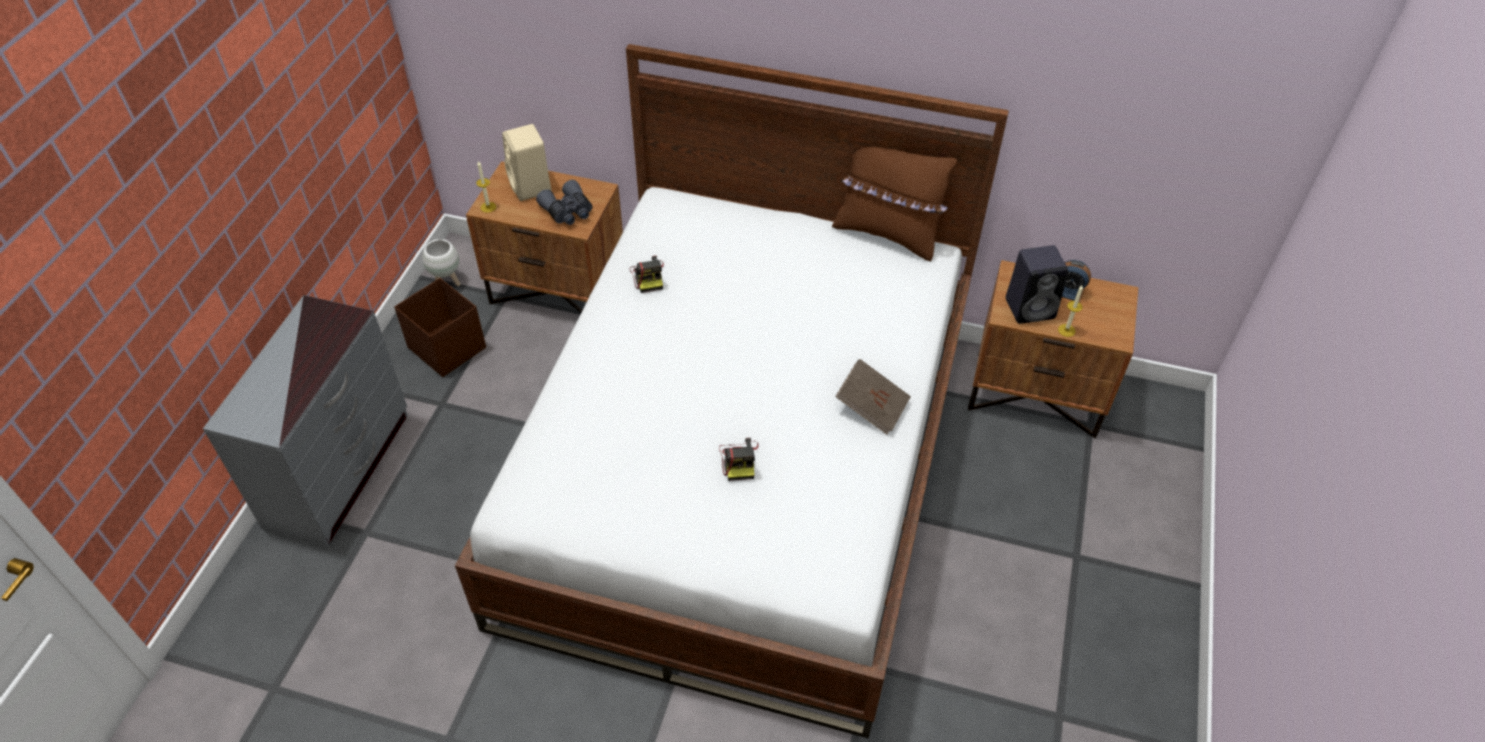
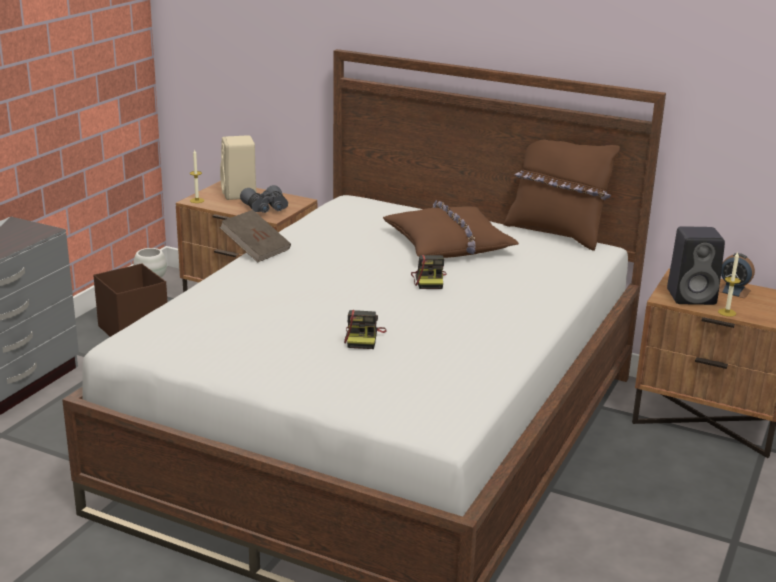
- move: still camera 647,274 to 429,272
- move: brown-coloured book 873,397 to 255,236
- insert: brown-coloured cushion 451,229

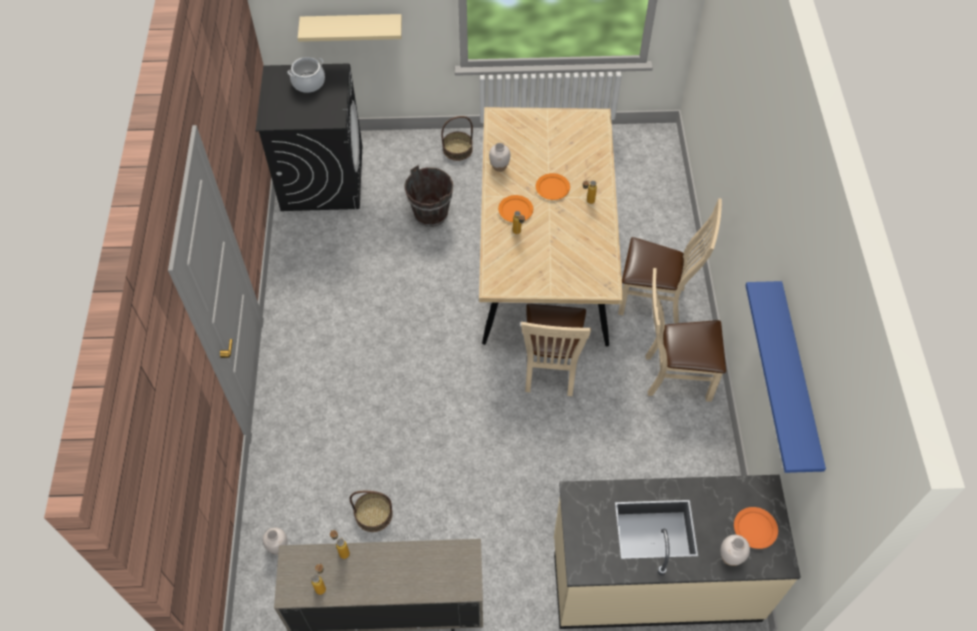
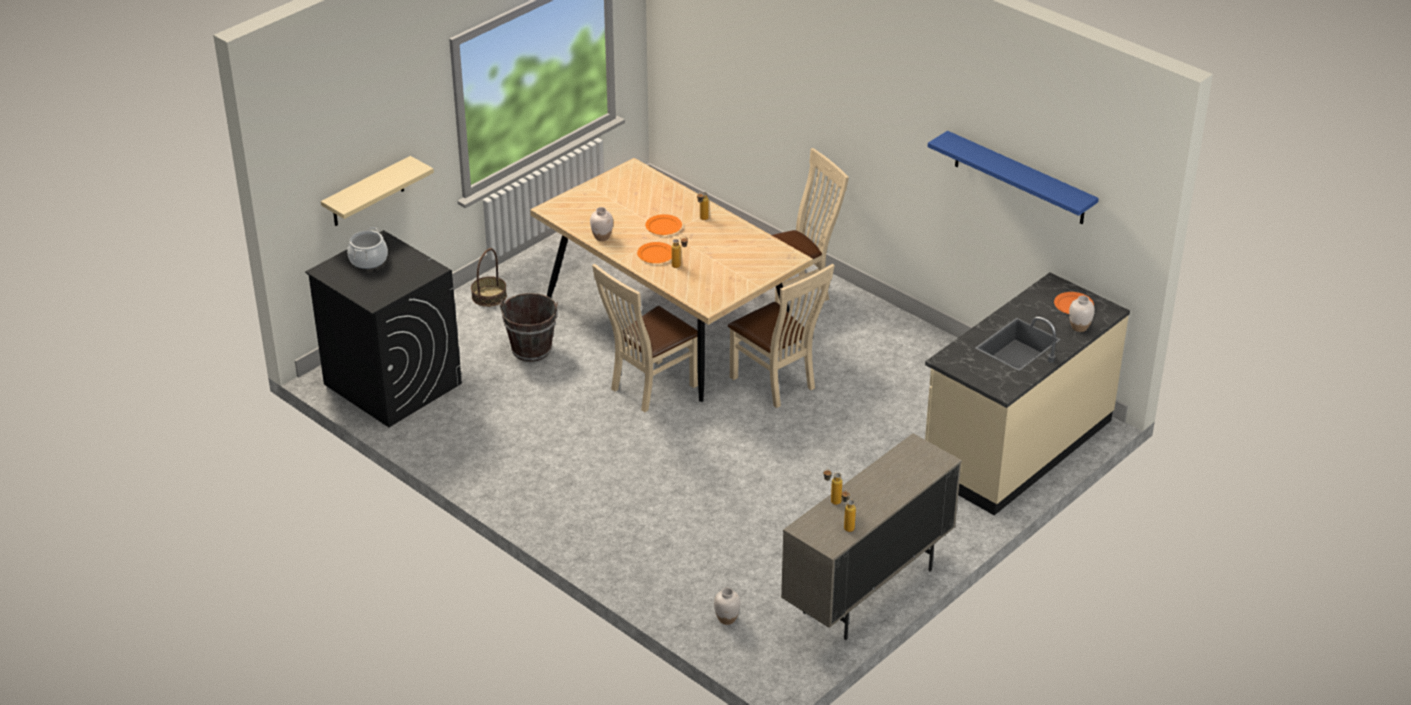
- move: sand-coloured chair 686,335 to 645,338
- delete: storage basket 371,511

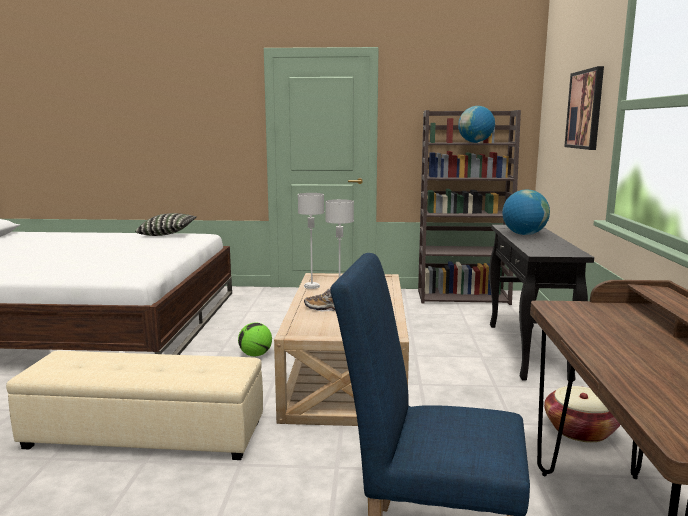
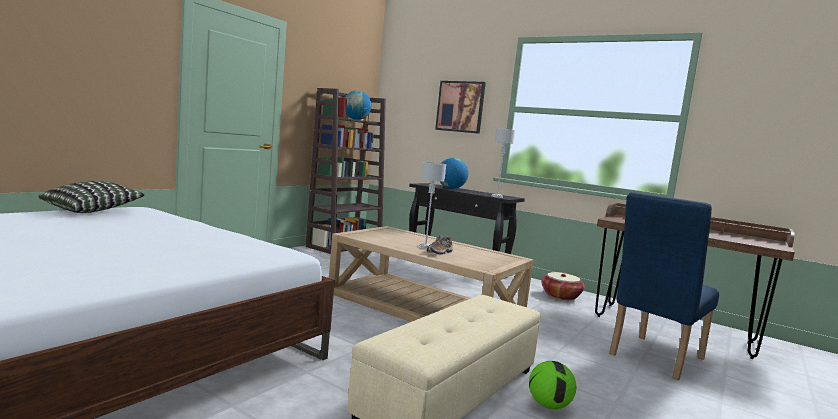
- move: grey tabletop lamp 311,241 to 503,163
- move: football ball 255,339 to 552,385

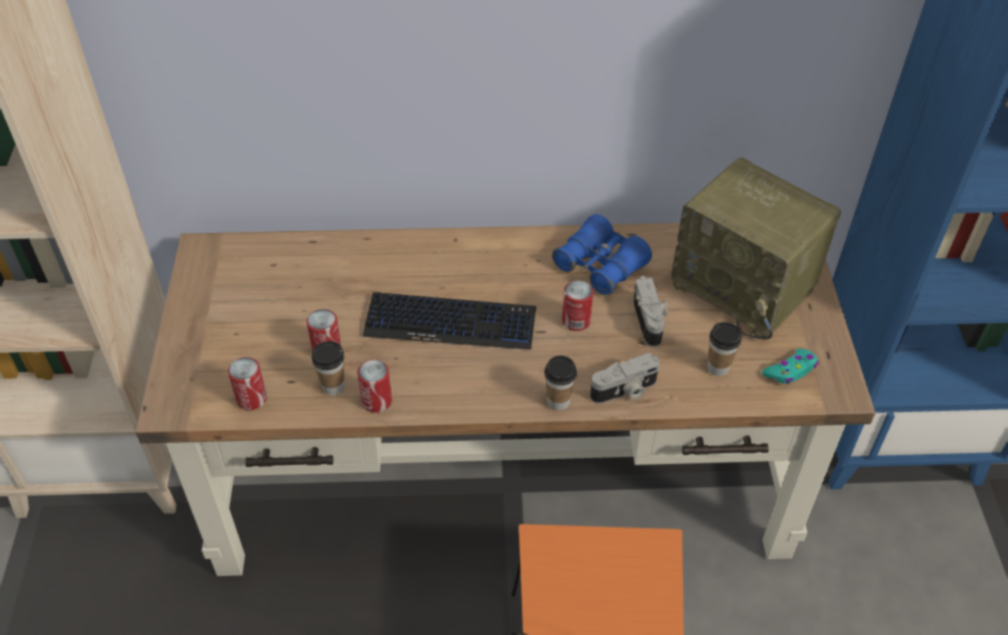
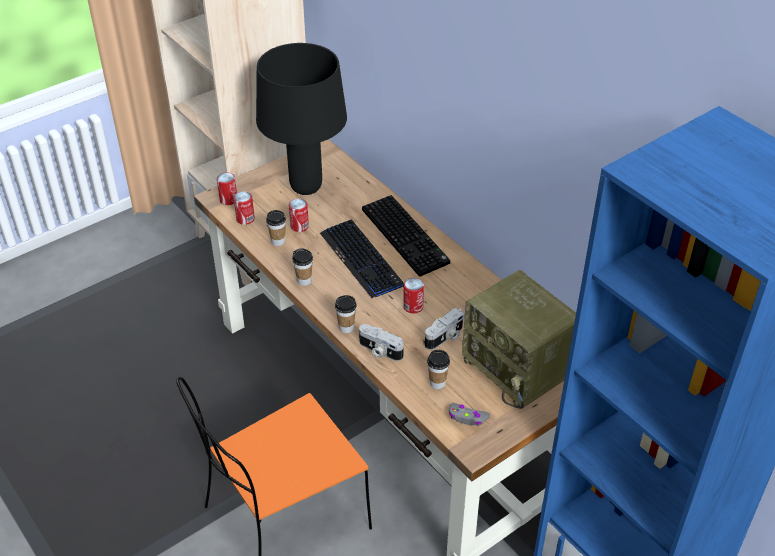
- rotate: radio receiver 756,248 = 519,339 45 degrees counterclockwise
- delete: bluish field glasses 602,254
- recolor: turquoise gamepad 790,366 to grey gamepad 469,414
- move: metal can 374,386 to 227,188
- insert: blackish tabletop lamp 301,119
- insert: computer keyboard 406,236
- insert: cup 302,267

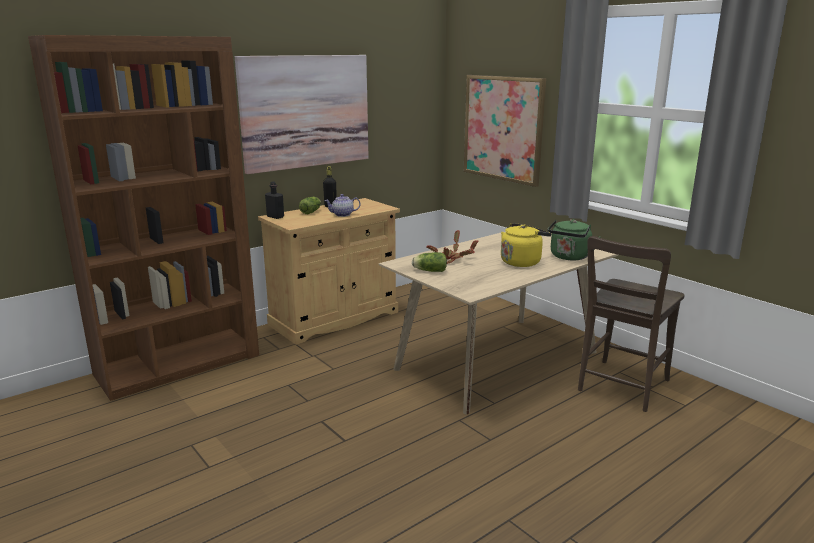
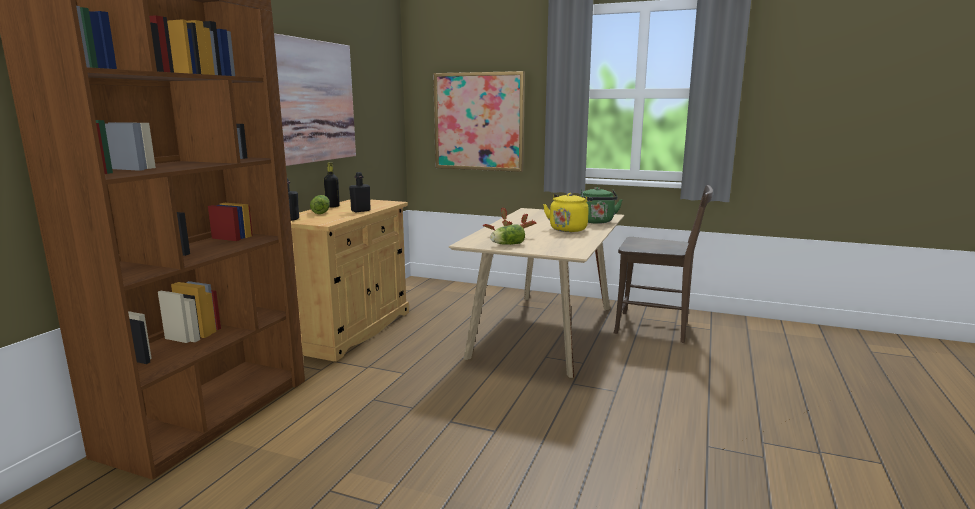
- replace: tea pot 342,205 to blackish bottle 360,192
- rotate: brown-coloured chair 631,324 = 663,264 75 degrees counterclockwise

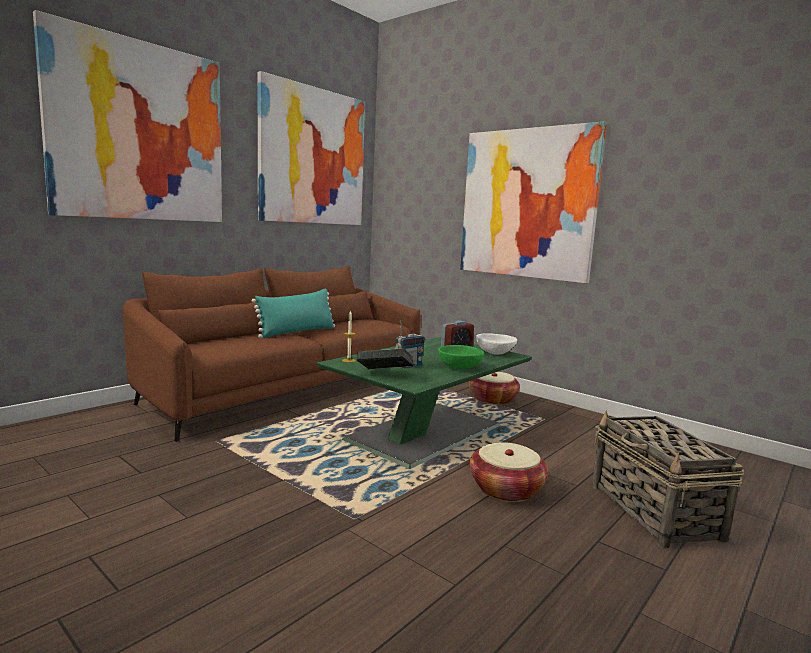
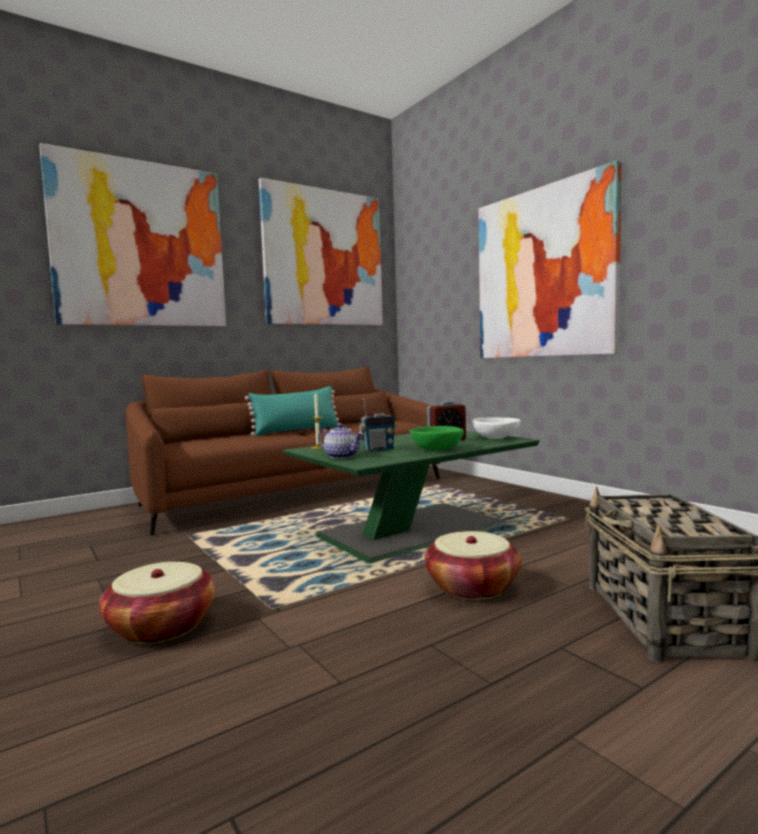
- replace: book 385,359 to tea pot 341,441
- move: storage basket 494,388 to 157,603

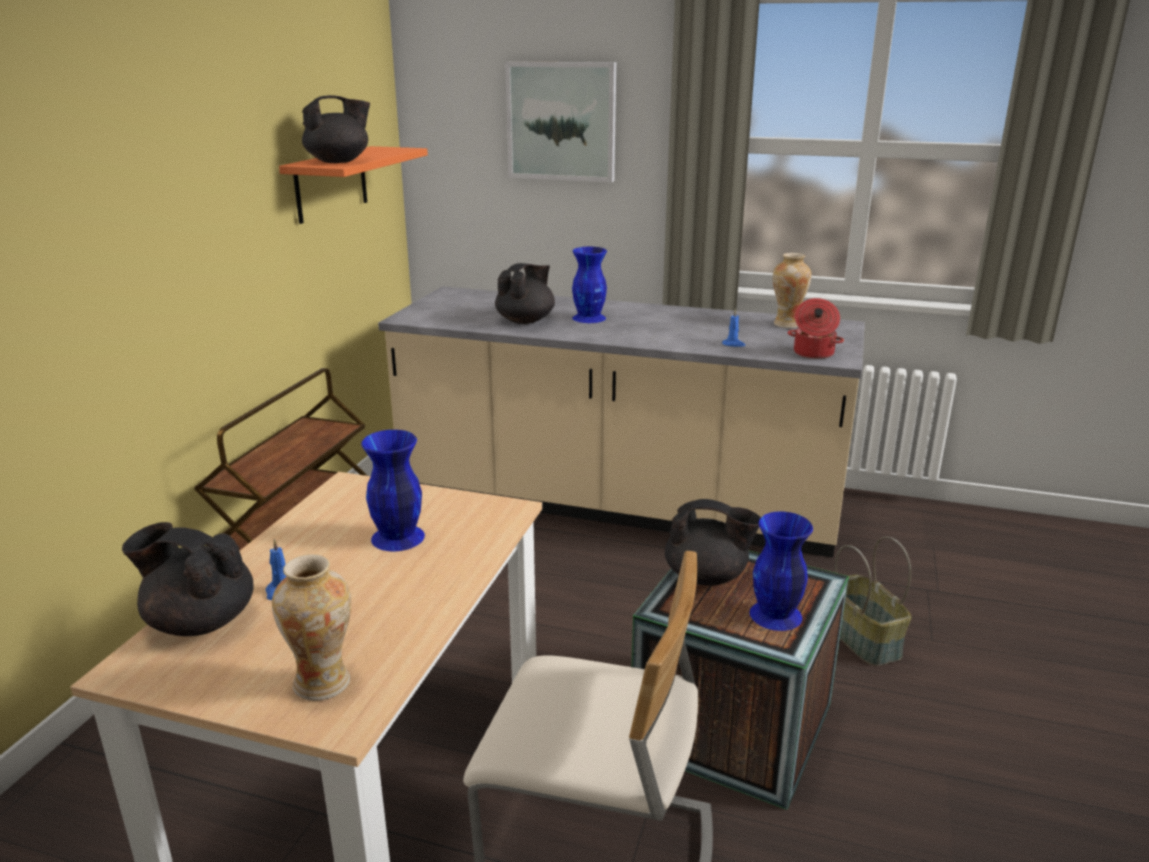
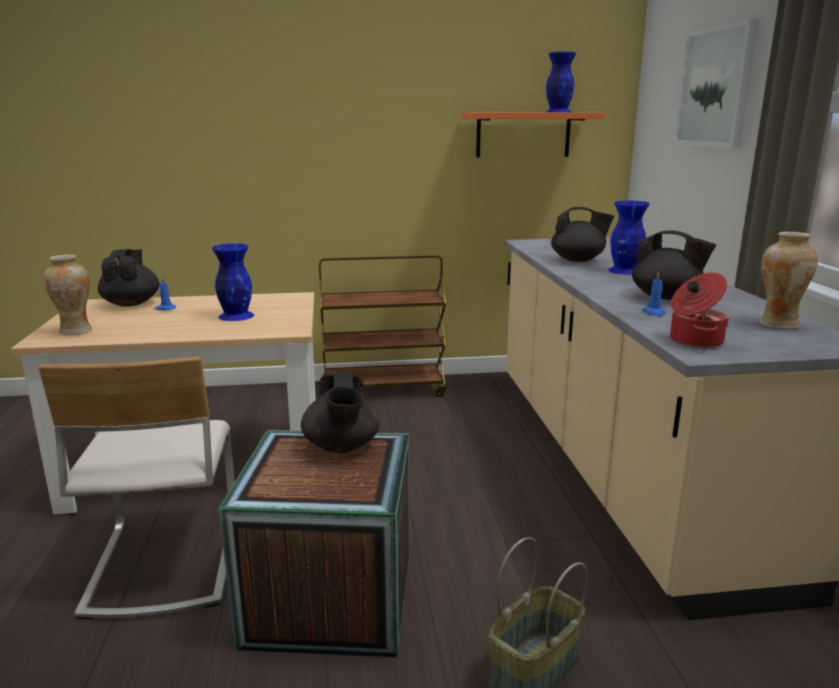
- move: blackish tea pot 336,129 to 674,265
- move: bluish decorative vase 781,571 to 561,81

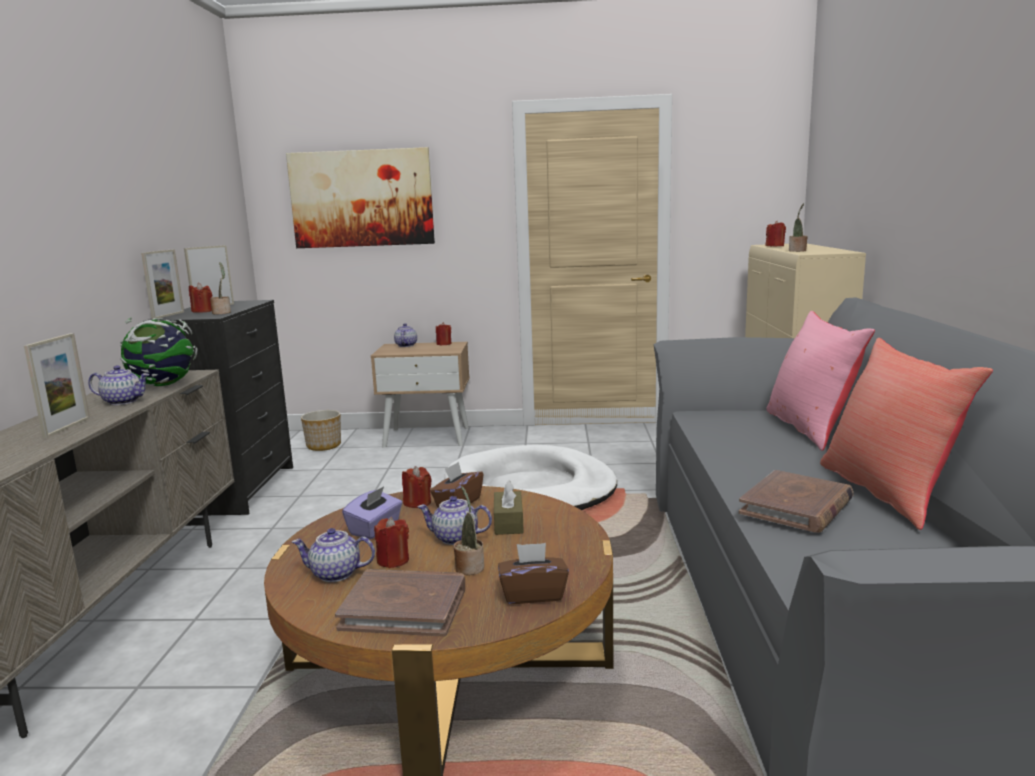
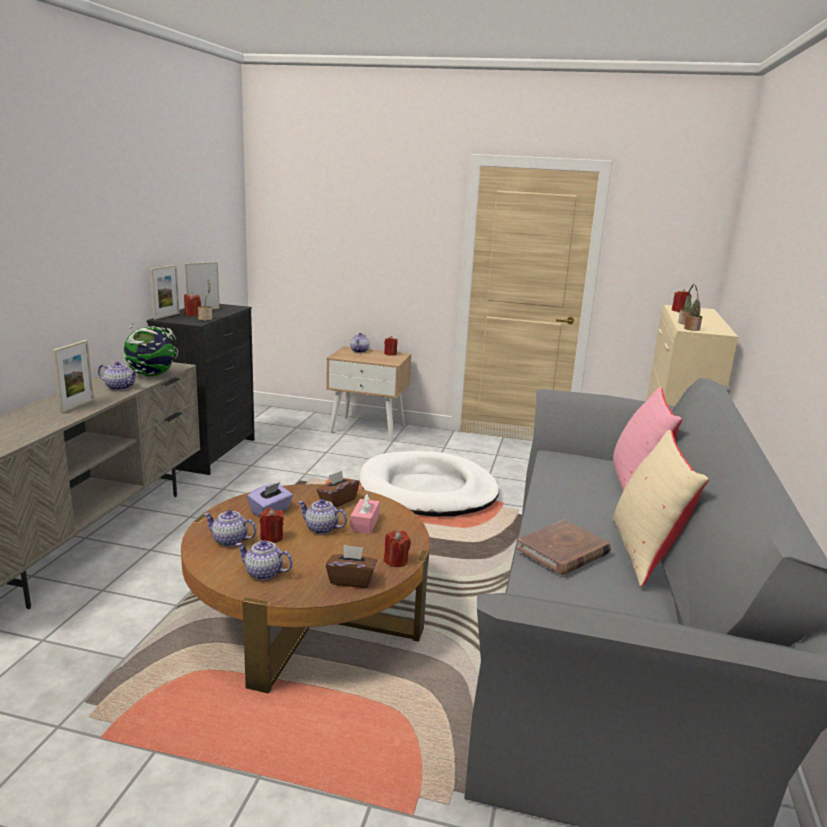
- delete: picture 360,197
- recolor: red-coloured cushion 906,434 to sand-coloured cushion 661,508
- delete: plant pot 321,430
- move: red-coloured candle 417,487 to 397,548
- recolor: brown-coloured tissue holder 509,507 to pinkish tissue holder 365,513
- move: houseplant 469,530 to 693,308
- replace: brown-coloured book 400,603 to tea pot 264,560

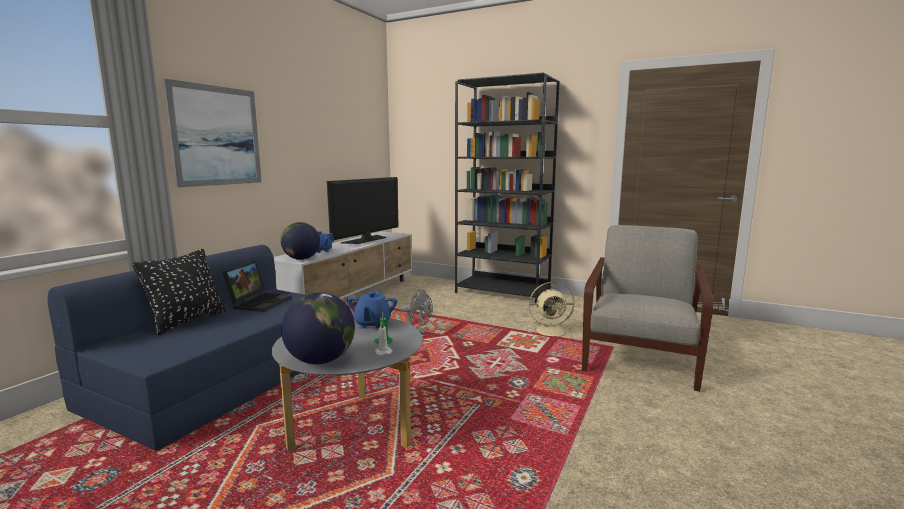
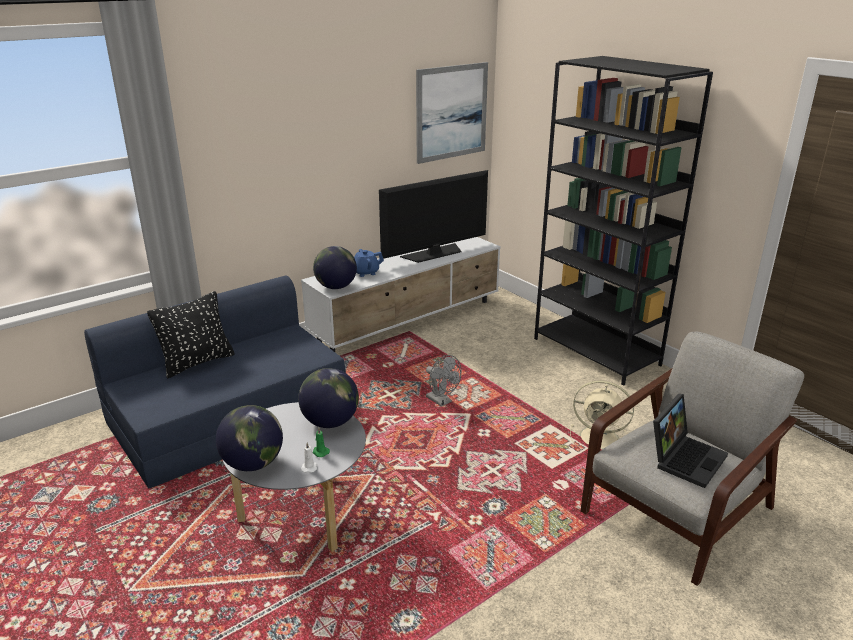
- move: picture 212,133 to 452,113
- move: portable computer 256,286 to 690,441
- replace: bluish tea pot 372,310 to globe 328,398

